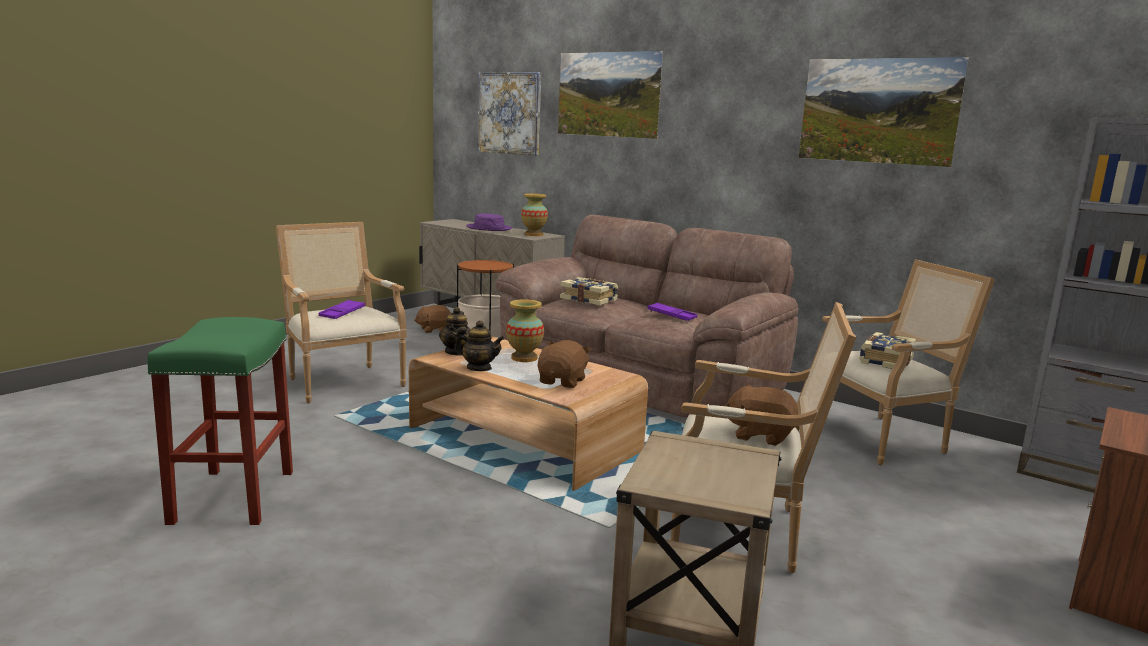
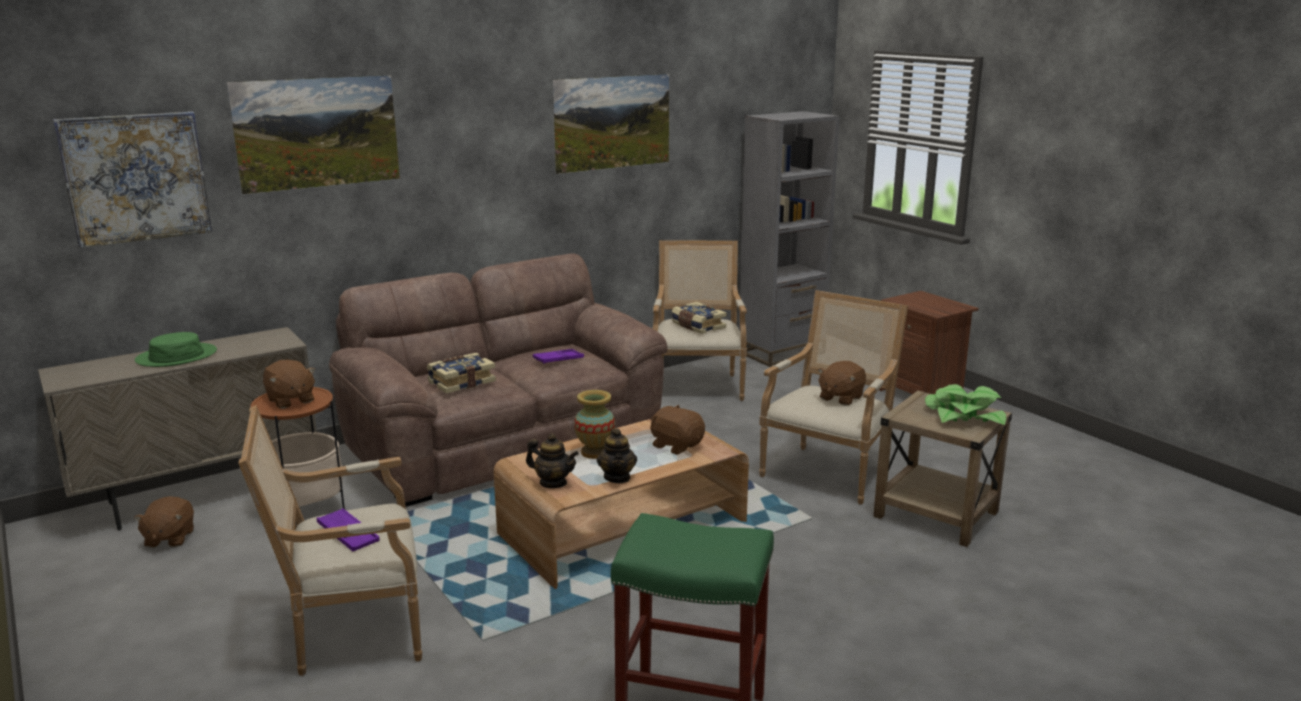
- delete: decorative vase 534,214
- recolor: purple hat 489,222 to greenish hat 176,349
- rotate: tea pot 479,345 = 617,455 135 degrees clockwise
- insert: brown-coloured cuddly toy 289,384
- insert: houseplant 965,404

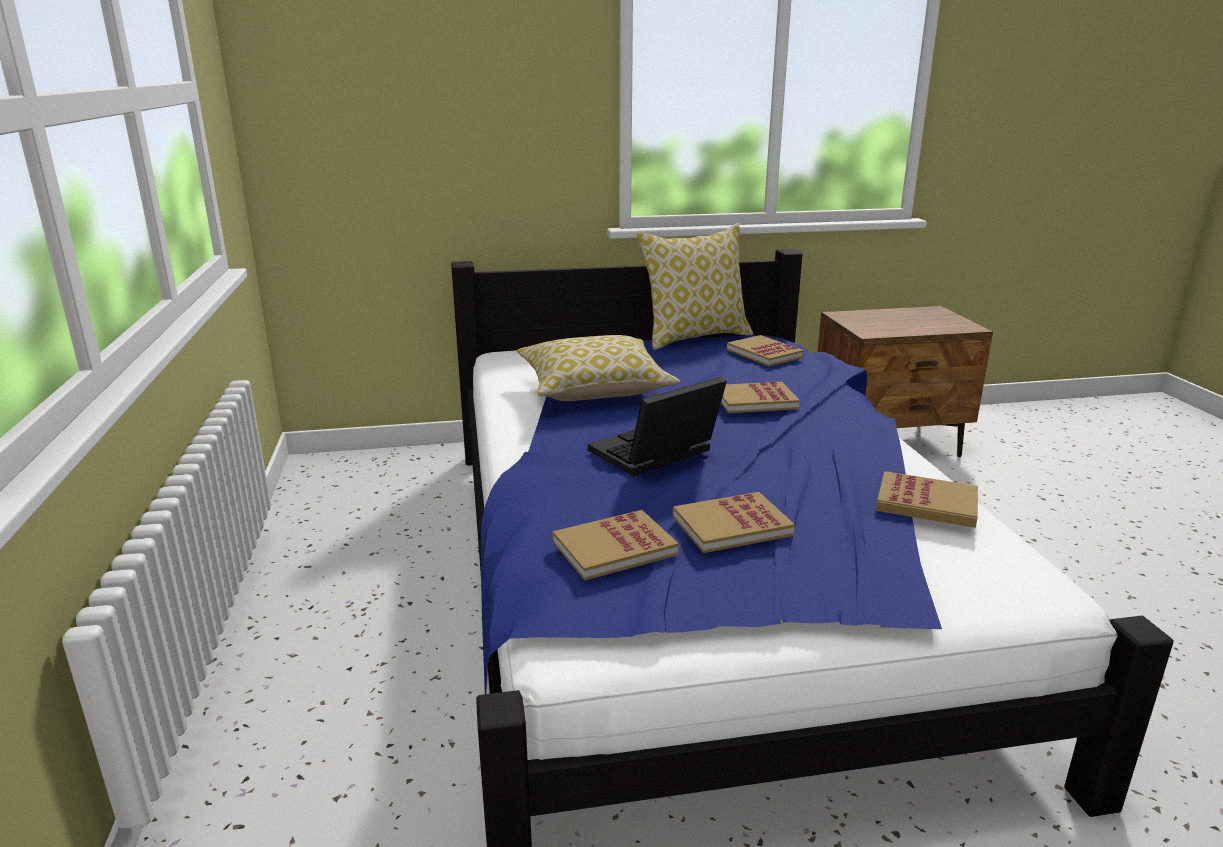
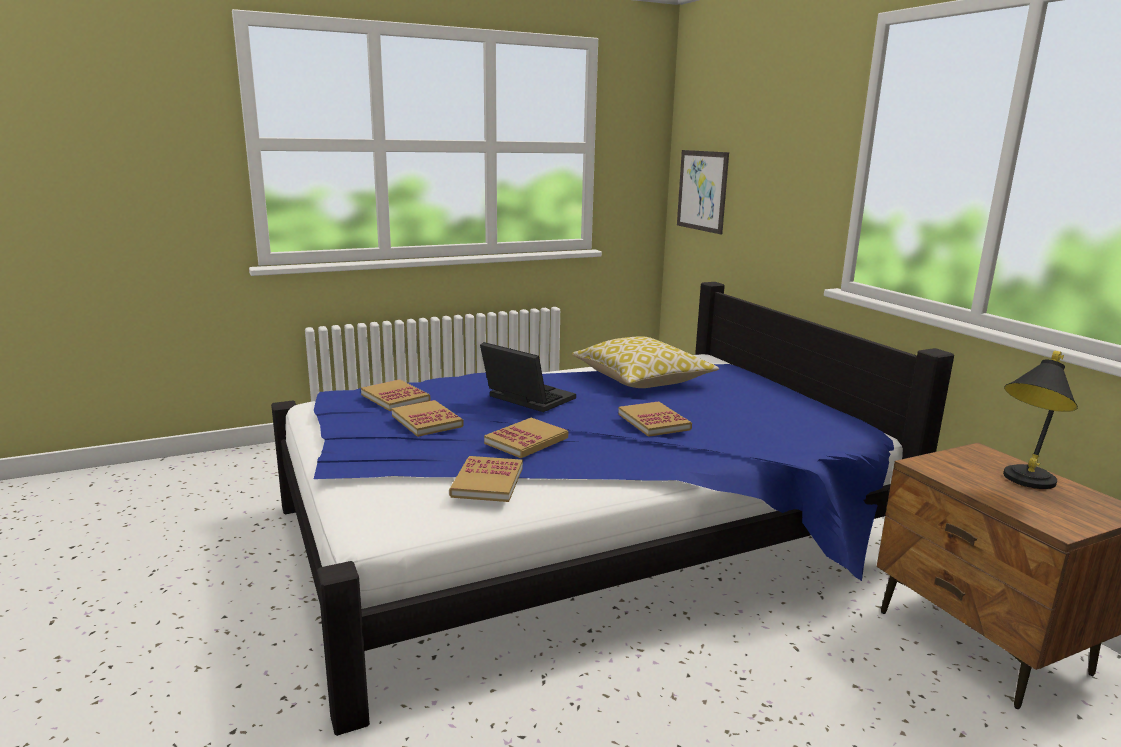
- delete: cushion 694,286
- move: book 765,350 to 526,438
- insert: picture 703,192
- insert: blackish tabletop lamp 1040,420

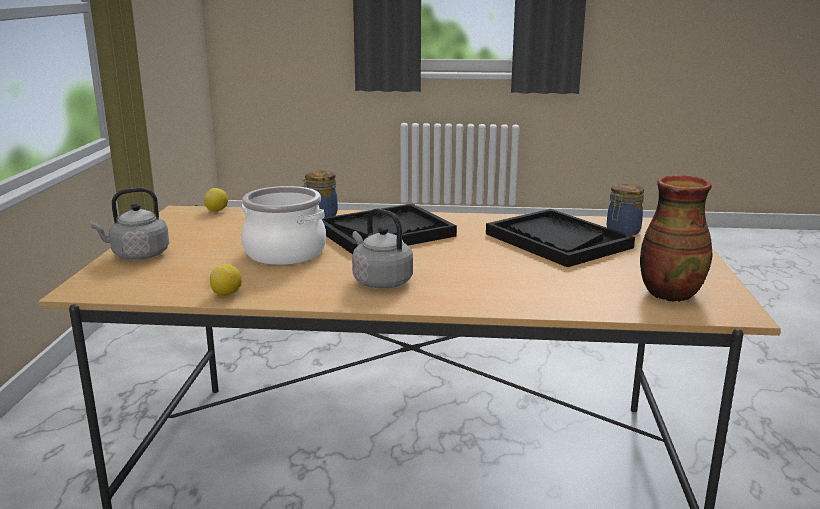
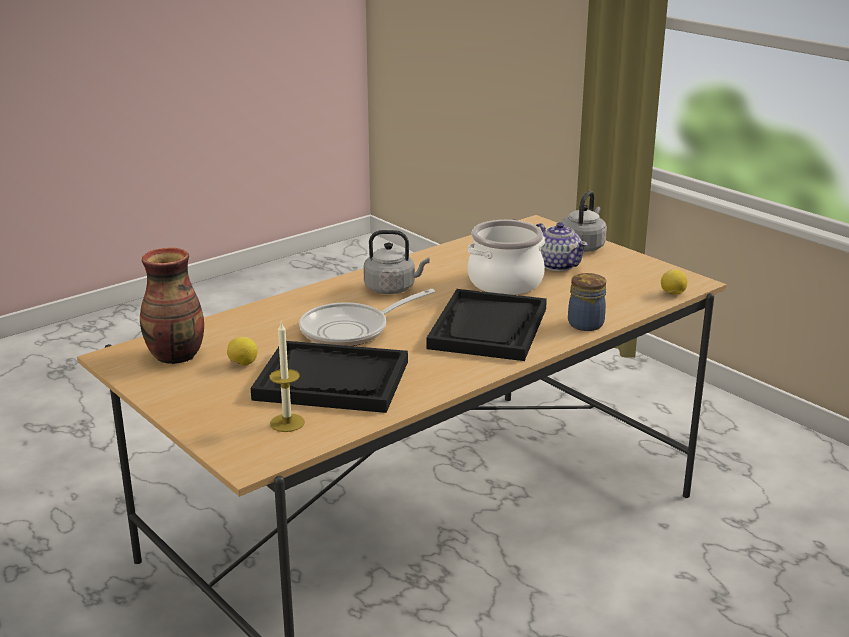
- replace: preserve jar 625,210 to candle 287,377
- move: citrus fruit 226,280 to 242,351
- insert: tea pot 562,246
- insert: skillet 367,317

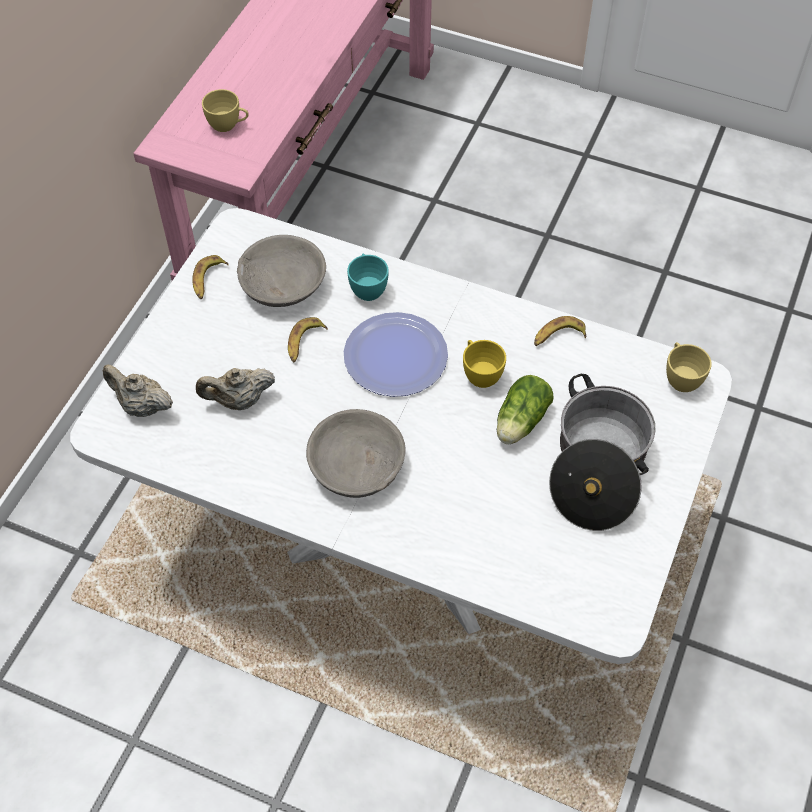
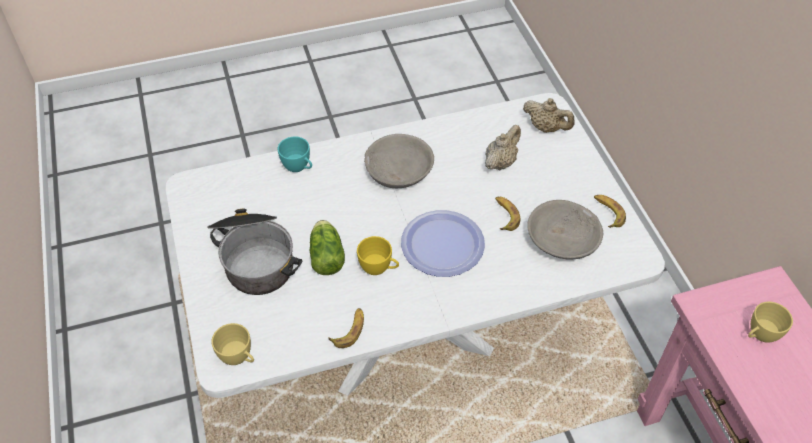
- move: turquoise cup 368,277 to 295,154
- rotate: sand-coloured tea pot 138,391 = 549,115 45 degrees clockwise

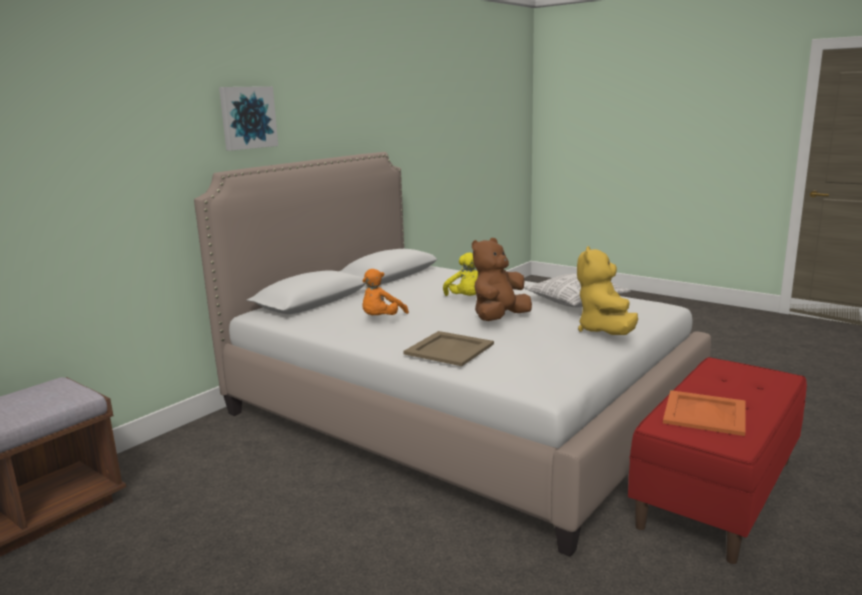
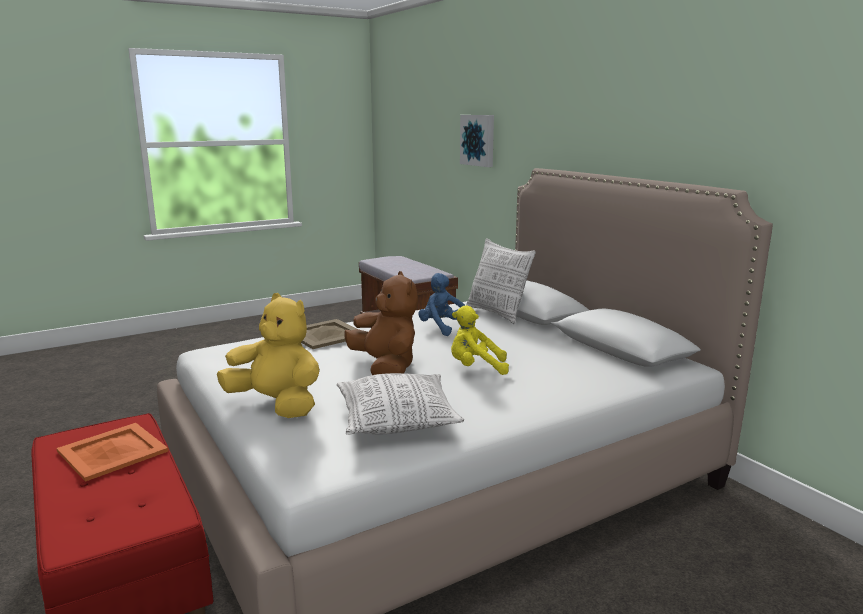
- move: picture 248,118 to 477,141
- recolor: orangey cuddly toy 385,292 to bluish cuddly toy 442,304
- insert: cushion 501,281

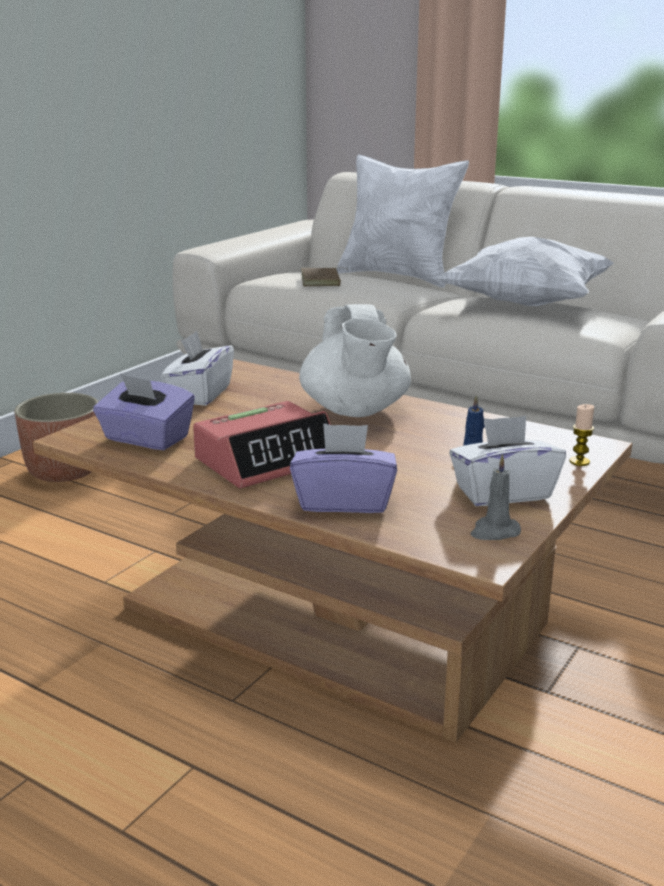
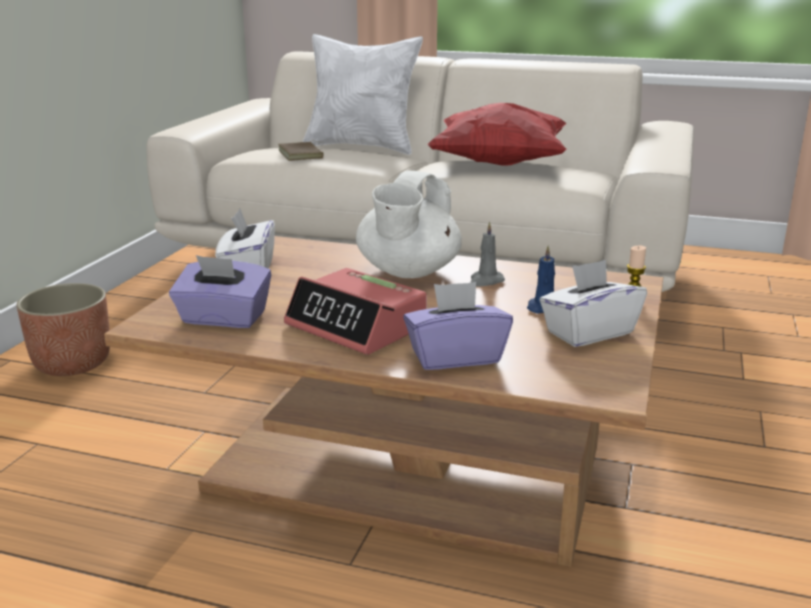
- recolor: whitish cushion 526,271 to red-coloured cushion 497,134
- rotate: whitish tea pot 355,360 = 409,224 45 degrees clockwise
- rotate: table clock 262,444 = 355,311 90 degrees clockwise
- move: grey candle 495,497 to 487,254

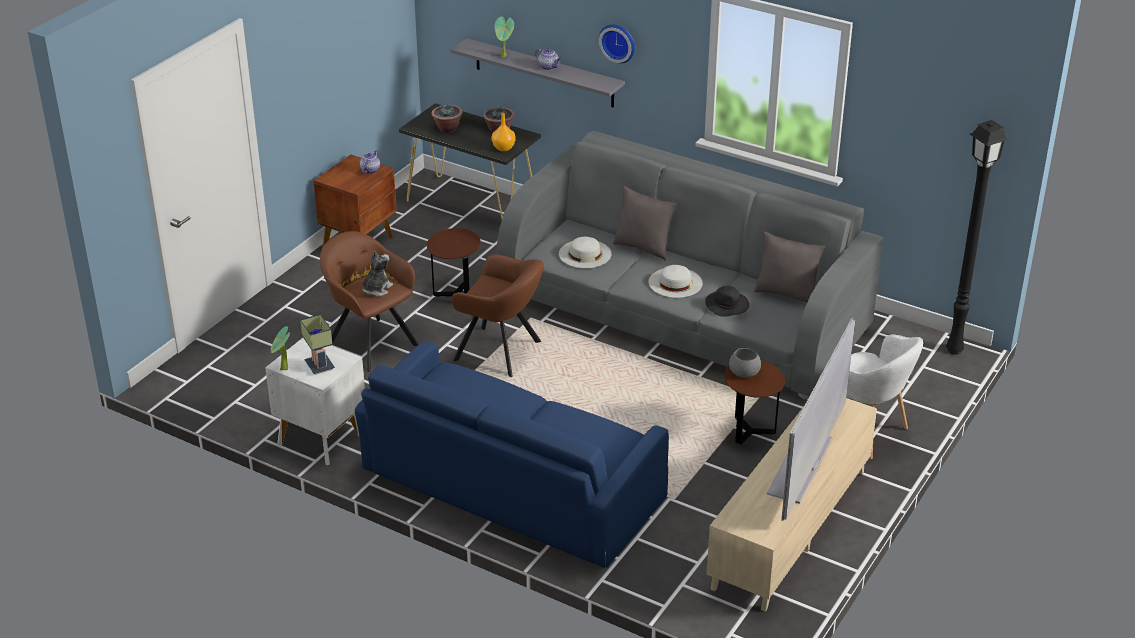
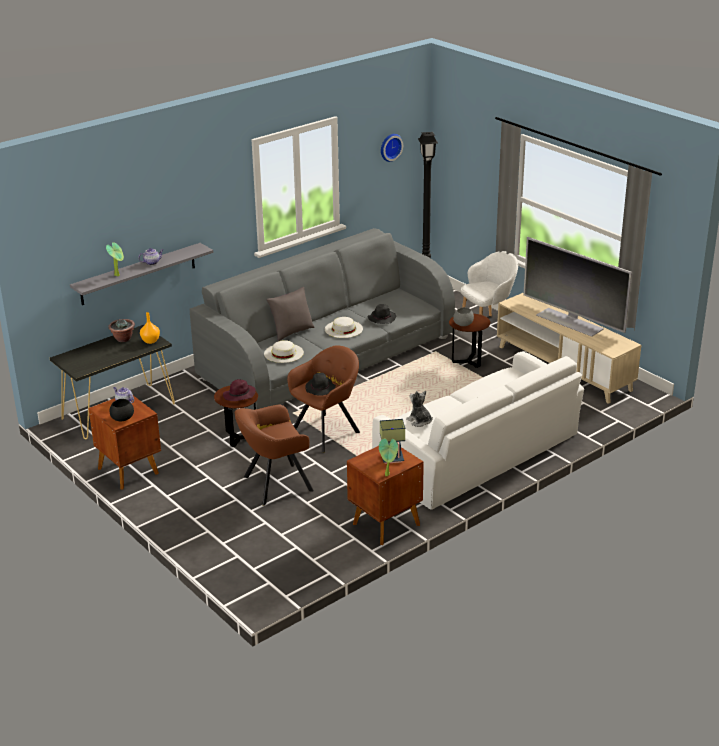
- move: clock on the wall 617,44 to 392,148
- delete: houseplant 447,118
- delete: grey cushion 789,266
- move: cuddly toy 377,273 to 419,409
- recolor: whitish nightstand 315,401 to brown-coloured nightstand 385,495
- recolor: bluish couch 512,454 to whitish couch 478,430
- insert: blackish hat 320,384
- insert: purple hat 239,390
- insert: blackish serving bowl 122,410

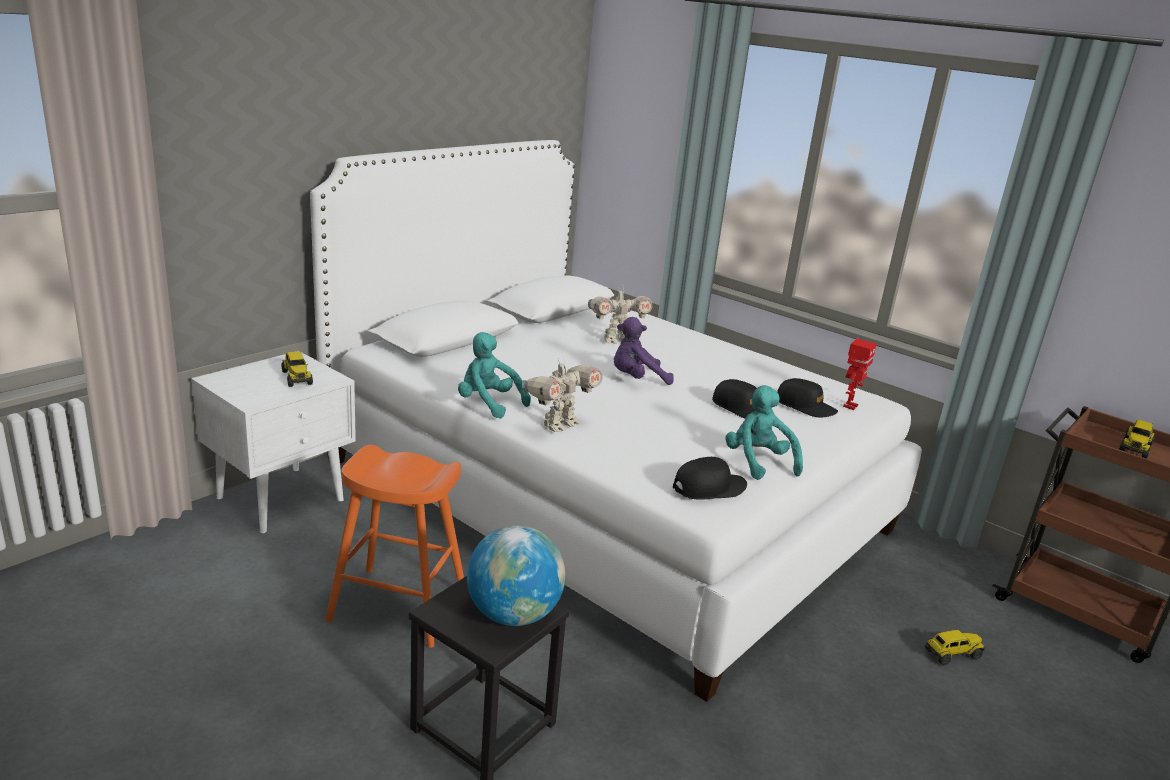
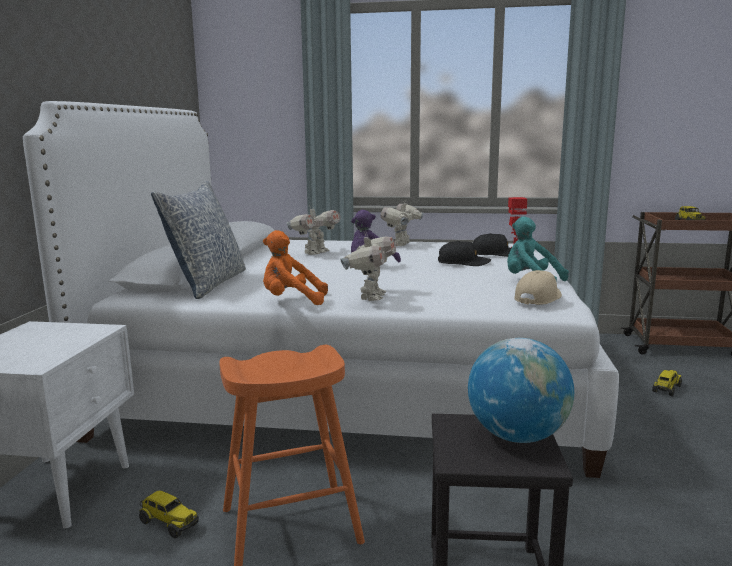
- recolor: turquoise cuddly toy 494,375 to orangey cuddly toy 295,267
- move: model truck 297,369 to 169,514
- recolor: blackish peaked cap 710,478 to sand-coloured peaked cap 538,287
- insert: cushion 198,240
- insert: model robot 402,222

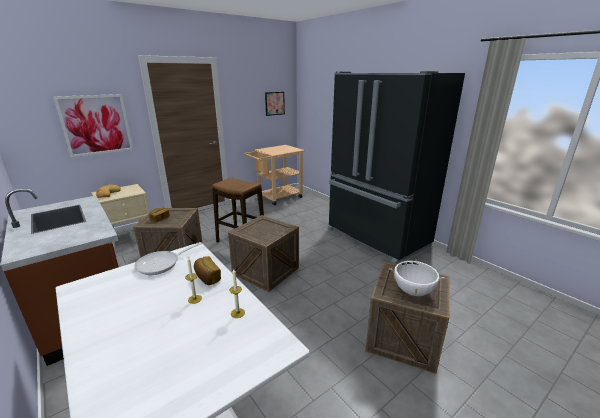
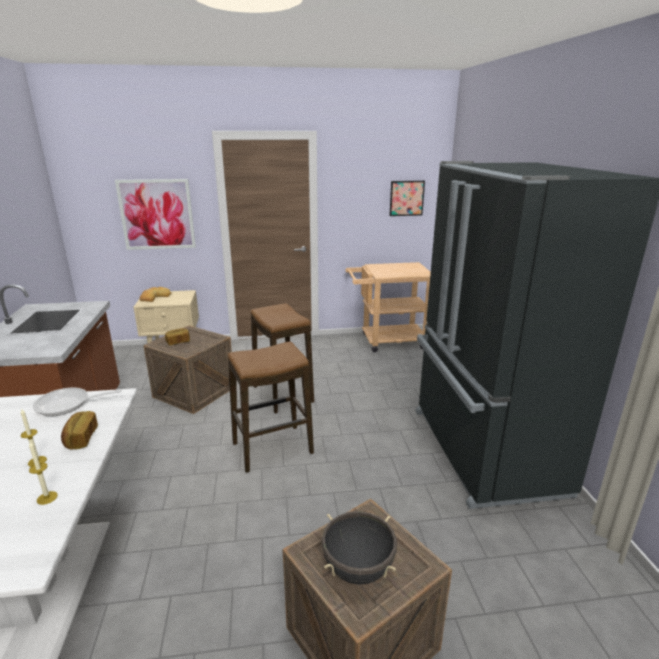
- replace: crate 263,253 to stool seat 271,407
- recolor: whitish stockpot 417,277 to blackish stockpot 359,548

